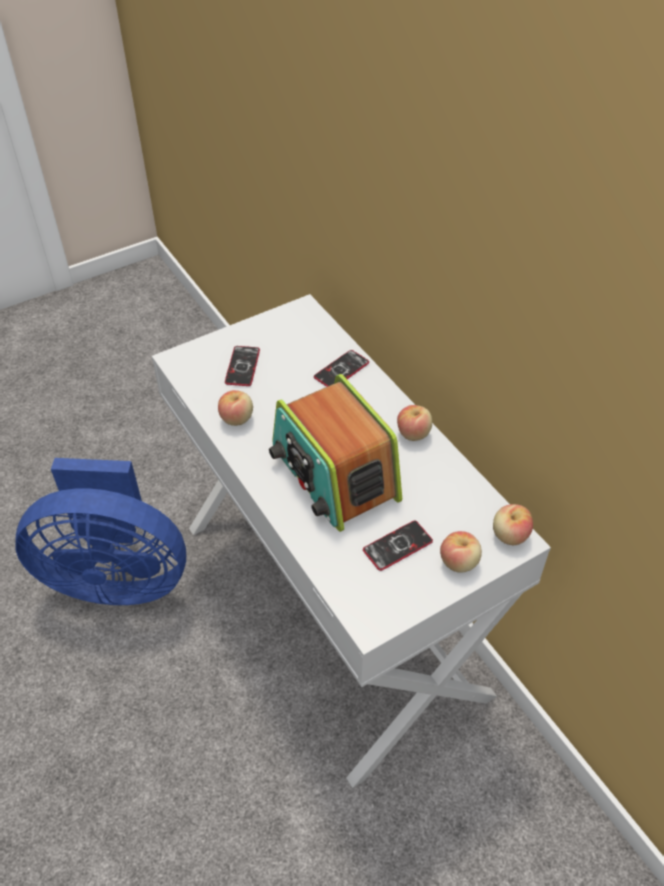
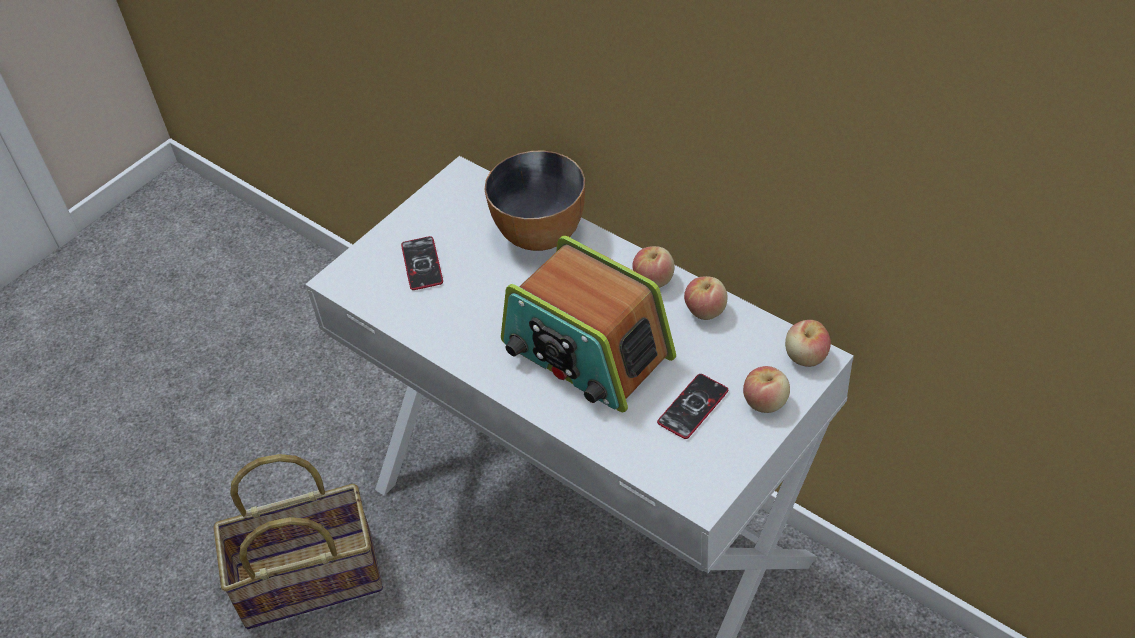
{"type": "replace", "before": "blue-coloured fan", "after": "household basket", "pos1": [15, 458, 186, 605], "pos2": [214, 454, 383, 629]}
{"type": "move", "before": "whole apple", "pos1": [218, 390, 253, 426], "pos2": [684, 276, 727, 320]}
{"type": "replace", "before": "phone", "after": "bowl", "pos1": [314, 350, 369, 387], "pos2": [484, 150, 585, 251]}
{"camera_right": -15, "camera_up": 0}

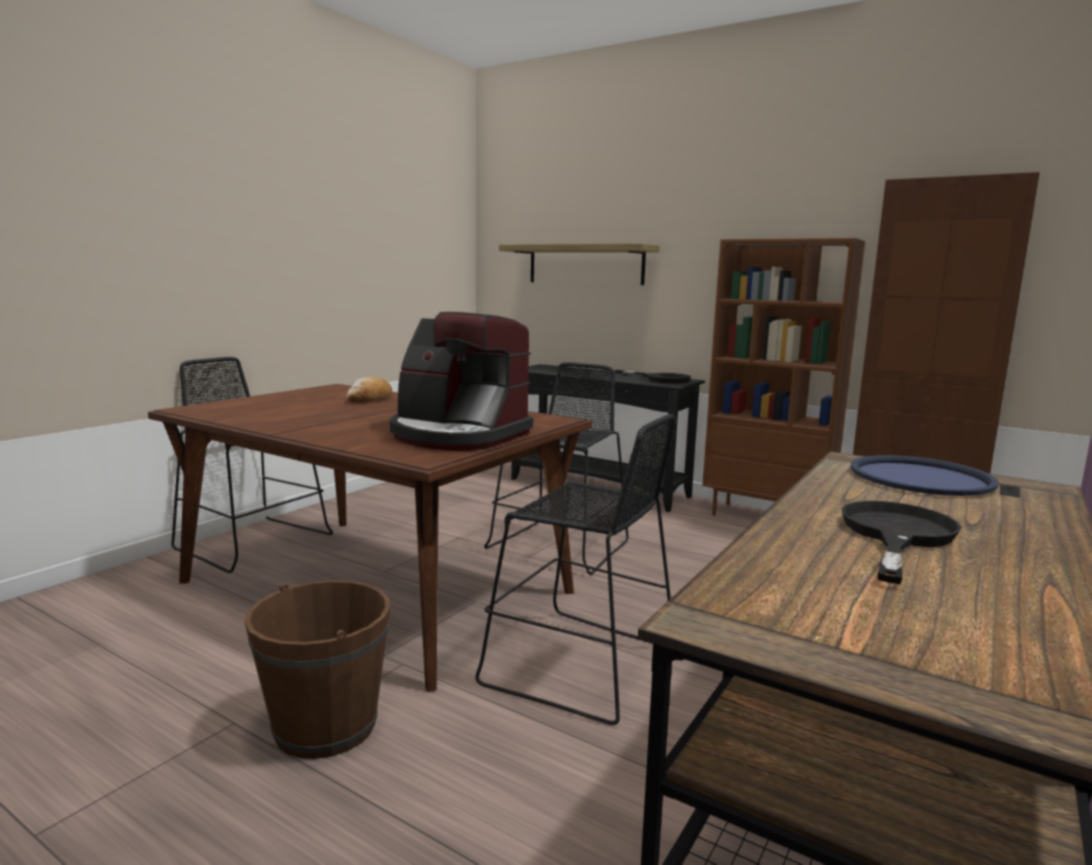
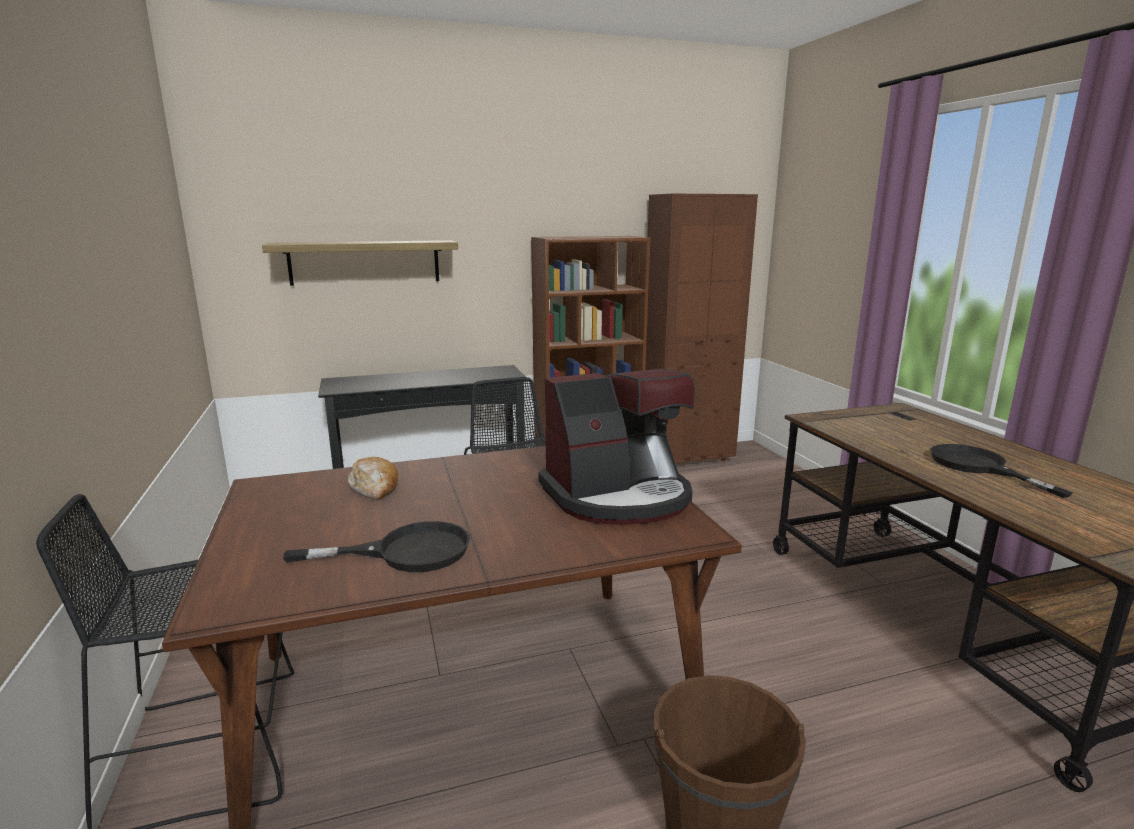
{"type": "delete", "before": "black-coloured sitting stool", "pos1": [475, 414, 675, 725]}
{"type": "move", "before": "black-coloured skillet", "pos1": [615, 370, 691, 384], "pos2": [283, 521, 470, 572]}
{"type": "delete", "before": "blue-coloured serving tray", "pos1": [851, 455, 999, 496]}
{"camera_right": -50, "camera_up": 5}

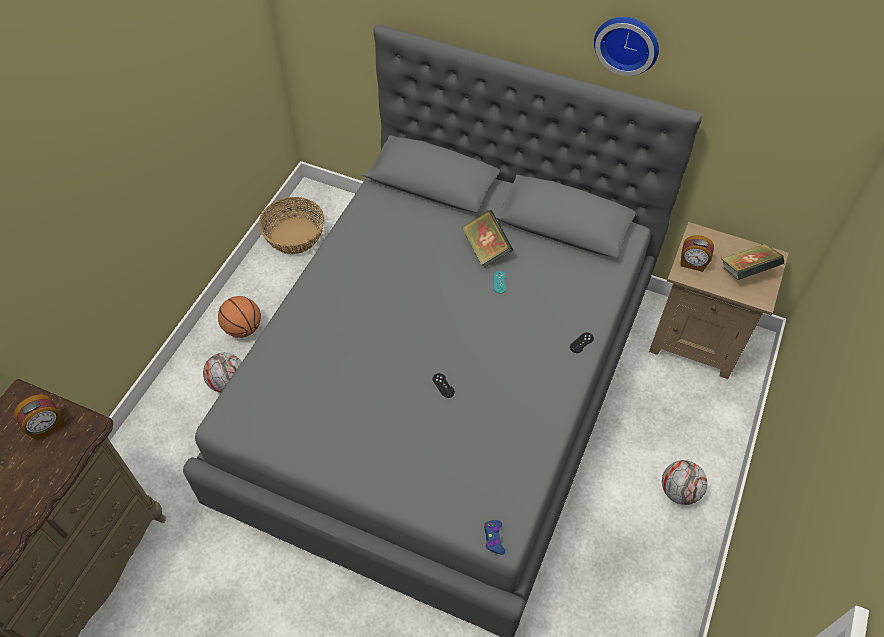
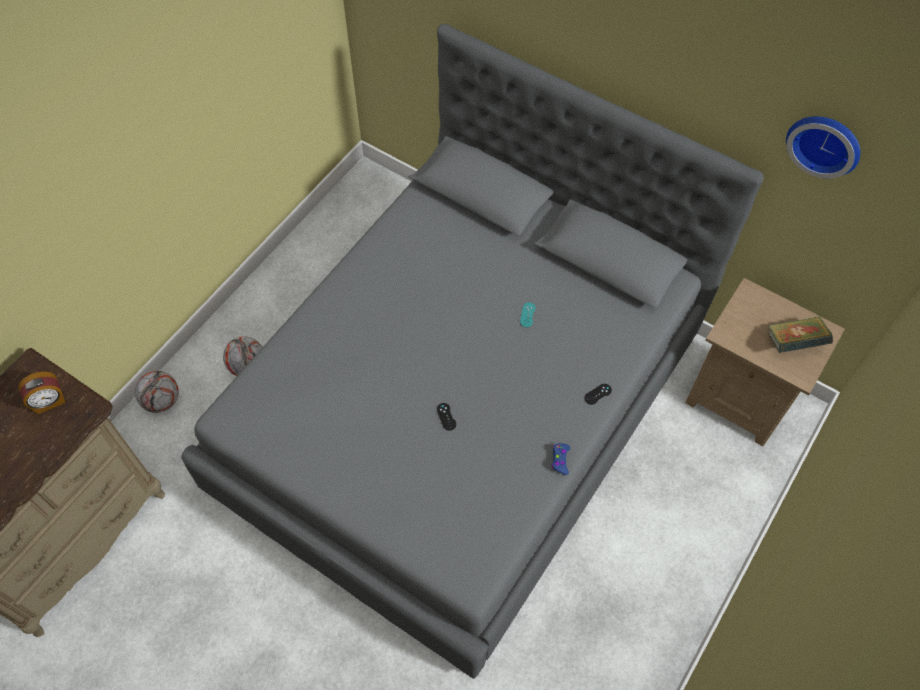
{"type": "delete", "before": "ball for basketball", "pos1": [218, 296, 261, 338]}
{"type": "delete", "before": "household basket", "pos1": [259, 197, 324, 254]}
{"type": "delete", "before": "book", "pos1": [462, 210, 513, 268]}
{"type": "move", "before": "blue-coloured game controller", "pos1": [484, 520, 505, 555], "pos2": [552, 443, 570, 475]}
{"type": "move", "before": "clock on the wall", "pos1": [594, 17, 659, 76], "pos2": [786, 116, 860, 179]}
{"type": "move", "before": "ball for football", "pos1": [662, 460, 707, 505], "pos2": [135, 371, 179, 413]}
{"type": "delete", "before": "alarm clock", "pos1": [680, 235, 714, 272]}
{"camera_right": 10, "camera_up": 5}

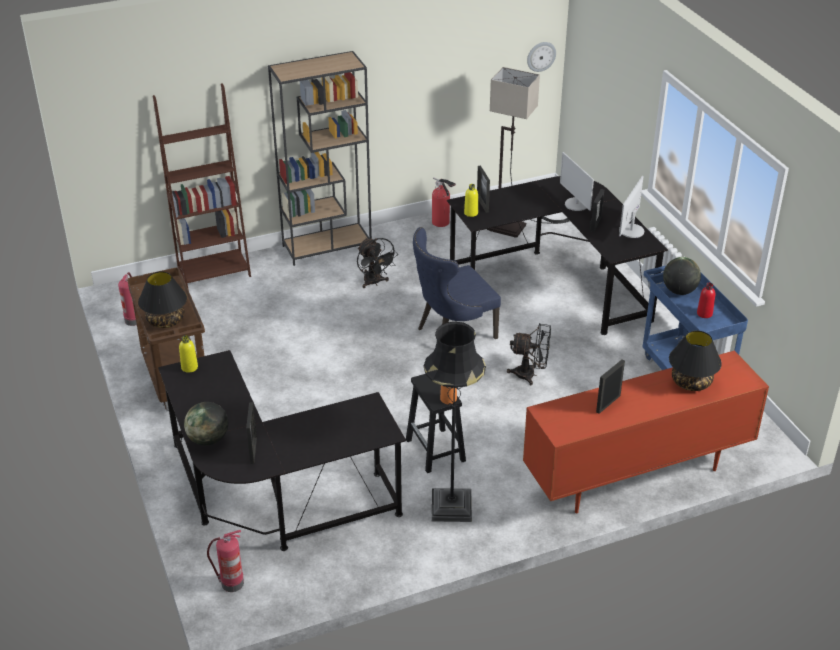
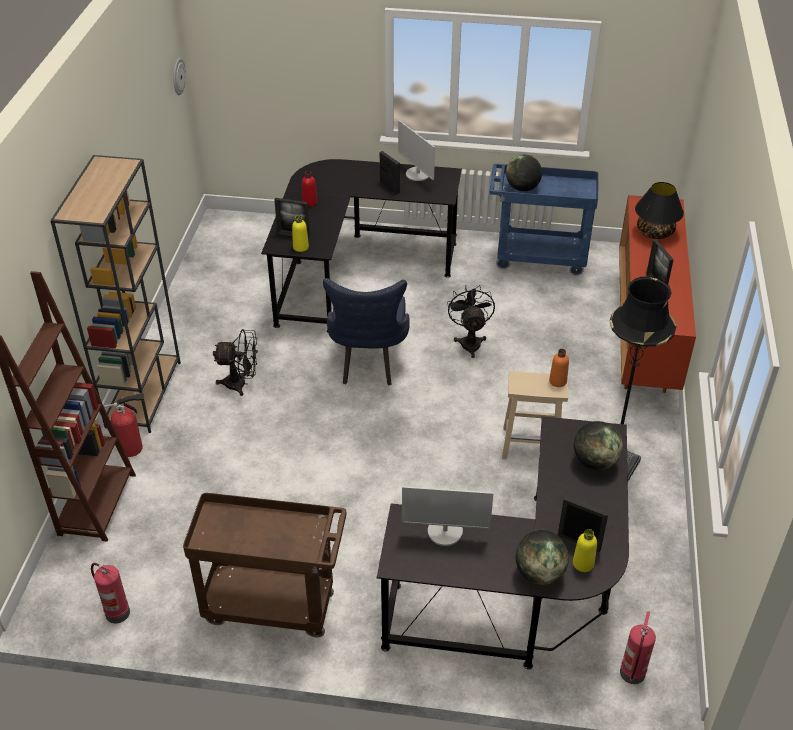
{"type": "delete", "before": "black-coloured tabletop lamp", "pos1": [138, 272, 187, 328]}
{"type": "move", "before": "yellow-coloured beverage bottle", "pos1": [179, 335, 198, 373], "pos2": [573, 529, 597, 572]}
{"type": "recolor", "before": "black-coloured sitting stool", "after": "beige sitting stool", "pos1": [406, 374, 466, 473], "pos2": [502, 371, 568, 459]}
{"type": "move", "before": "extinguisher", "pos1": [432, 177, 456, 227], "pos2": [104, 393, 144, 457]}
{"type": "delete", "before": "standard lamp", "pos1": [487, 67, 570, 238]}
{"type": "rotate", "before": "black-coloured fan", "pos1": [507, 323, 551, 385], "pos2": [447, 285, 495, 358], "turn": -45}
{"type": "move", "before": "monitor", "pos1": [560, 152, 594, 211], "pos2": [402, 486, 493, 546]}
{"type": "move", "before": "red-coloured beverage bottle", "pos1": [697, 283, 715, 318], "pos2": [302, 171, 317, 207]}
{"type": "insert", "after": "globe", "pos2": [574, 421, 623, 470]}
{"camera_right": -60, "camera_up": 5}

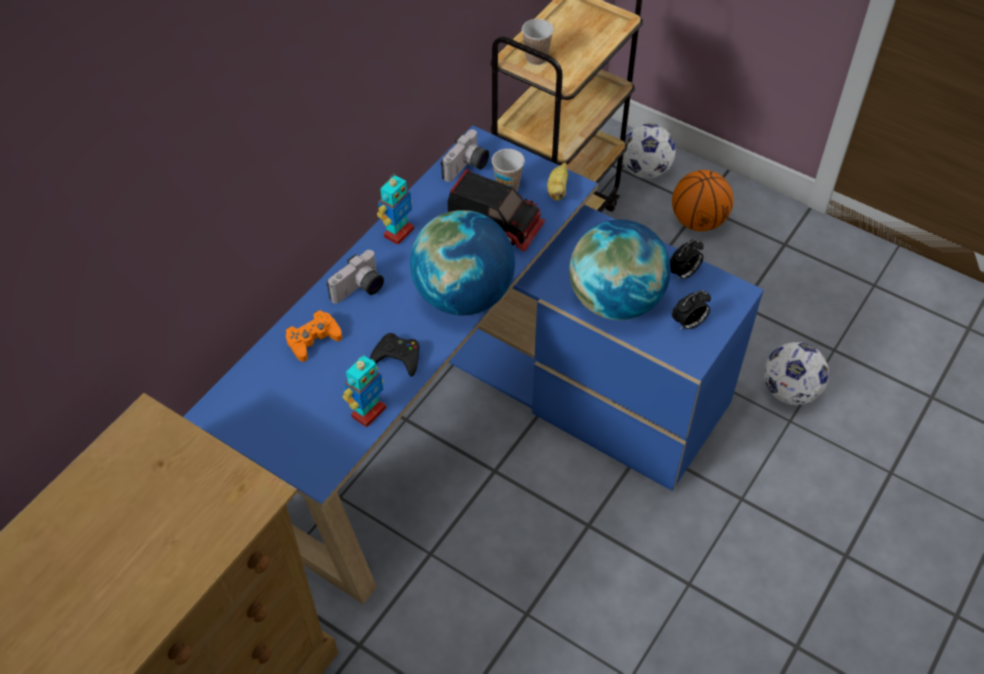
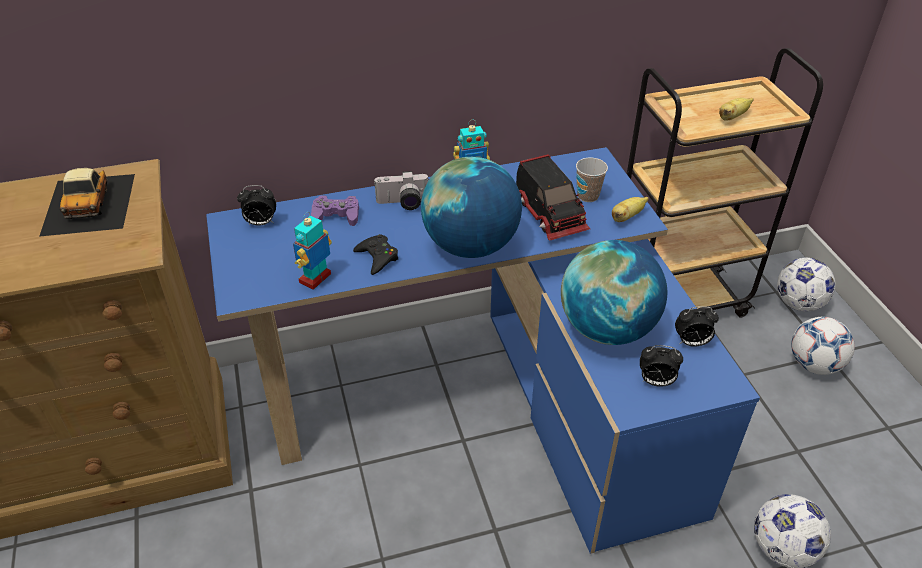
{"type": "recolor", "before": "orange-coloured game controller", "after": "purple-coloured game controller", "pos1": [286, 310, 342, 362], "pos2": [311, 195, 359, 226]}
{"type": "rotate", "before": "toy robot", "pos1": [342, 355, 386, 427], "pos2": [293, 212, 332, 290], "turn": 135}
{"type": "delete", "before": "photo camera", "pos1": [441, 129, 489, 182]}
{"type": "delete", "before": "cup", "pos1": [522, 19, 554, 65]}
{"type": "replace", "before": "ball for basketball", "after": "ball for football", "pos1": [672, 170, 734, 231], "pos2": [791, 317, 855, 375]}
{"type": "insert", "after": "toy car", "pos2": [39, 168, 135, 237]}
{"type": "insert", "after": "alarm clock", "pos2": [237, 185, 276, 226]}
{"type": "insert", "after": "banana", "pos2": [719, 98, 754, 121]}
{"camera_right": 40, "camera_up": -10}

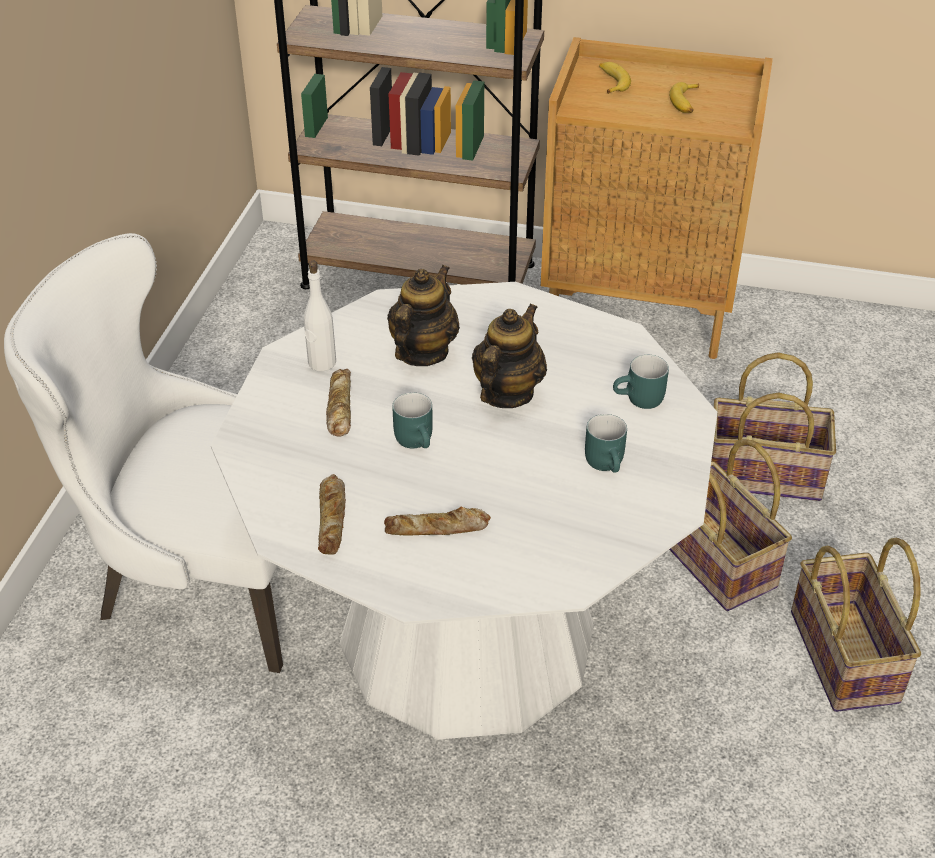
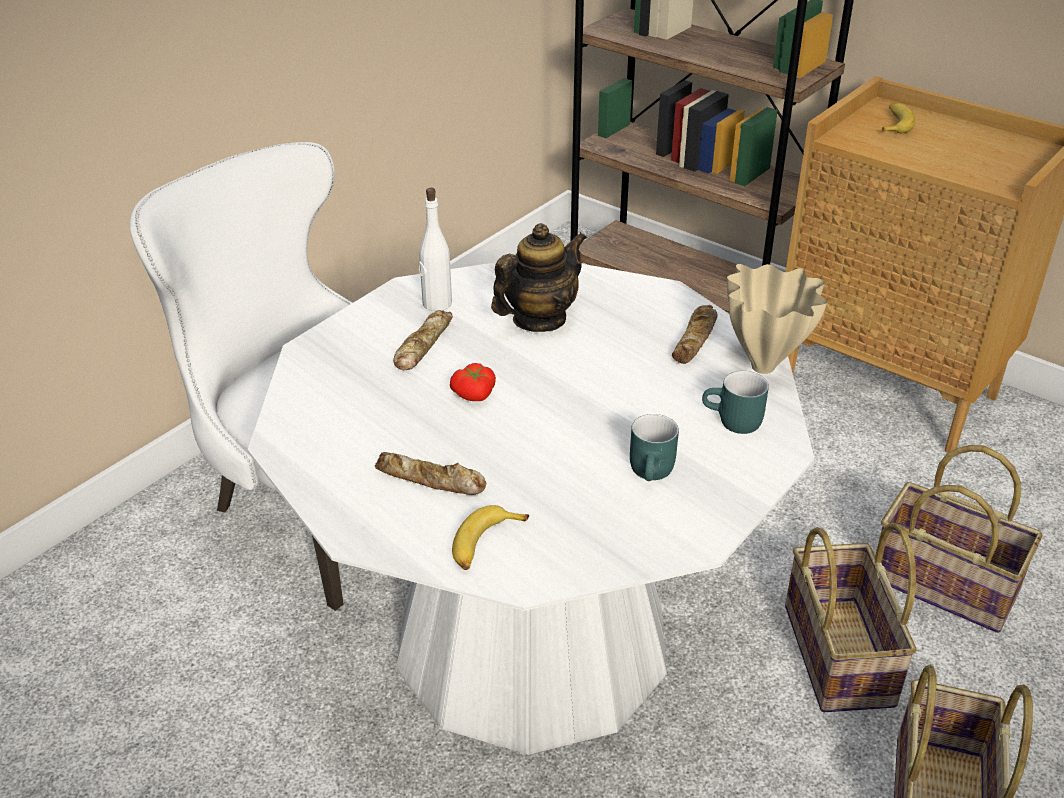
{"type": "move", "before": "baked bread", "pos1": [318, 474, 346, 555], "pos2": [672, 305, 718, 364]}
{"type": "replace", "before": "turquoise coffee mug", "after": "tomato", "pos1": [392, 392, 433, 448], "pos2": [450, 363, 496, 401]}
{"type": "delete", "before": "pot for tea", "pos1": [472, 303, 547, 408]}
{"type": "move", "before": "banana", "pos1": [669, 82, 699, 113], "pos2": [452, 505, 529, 570]}
{"type": "insert", "after": "beige decorative vase", "pos2": [727, 264, 827, 374]}
{"camera_right": 25, "camera_up": -5}

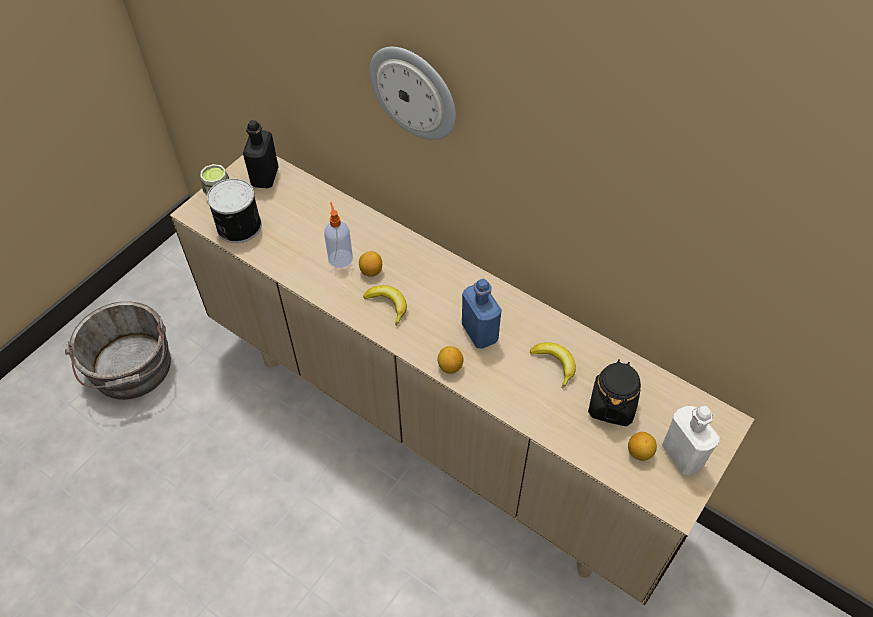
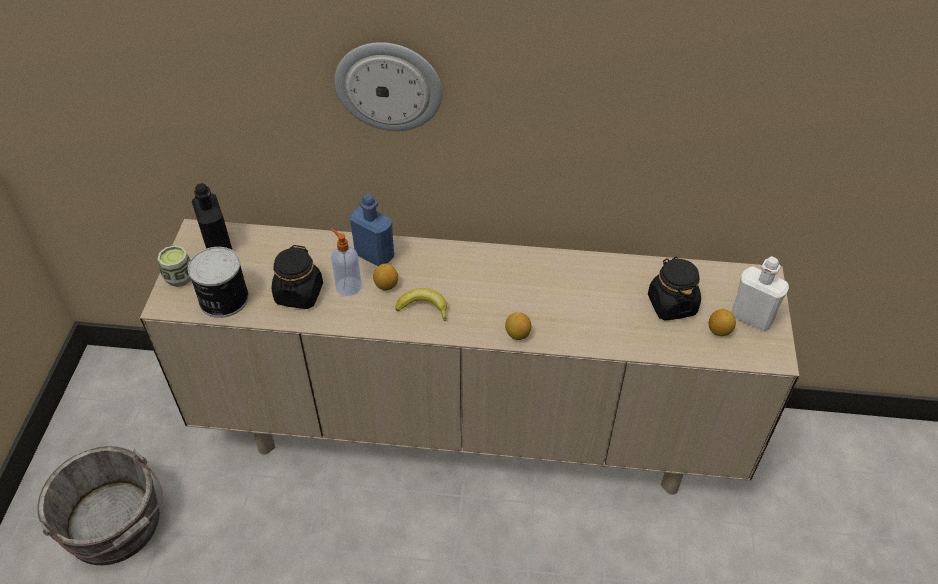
{"type": "move", "before": "blue-coloured beverage bottle", "pos1": [462, 279, 502, 348], "pos2": [350, 194, 394, 266]}
{"type": "delete", "before": "banana", "pos1": [530, 342, 576, 388]}
{"type": "insert", "after": "black-coloured storage jar", "pos2": [272, 245, 323, 309]}
{"camera_right": -30, "camera_up": -5}

